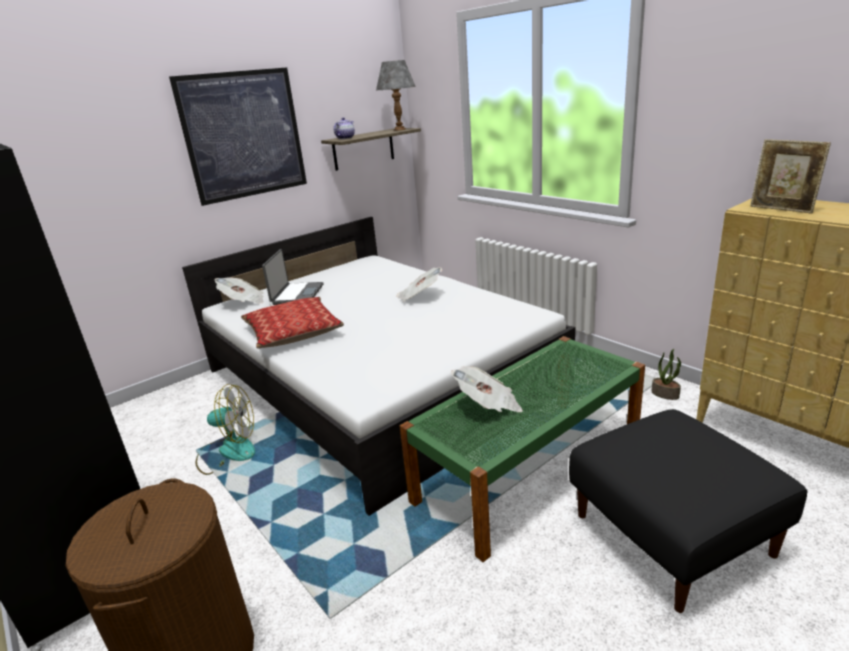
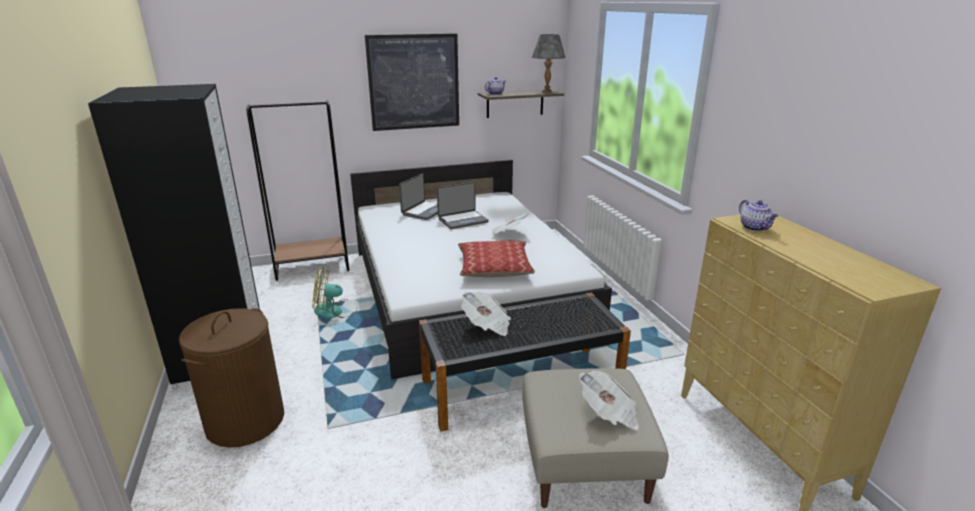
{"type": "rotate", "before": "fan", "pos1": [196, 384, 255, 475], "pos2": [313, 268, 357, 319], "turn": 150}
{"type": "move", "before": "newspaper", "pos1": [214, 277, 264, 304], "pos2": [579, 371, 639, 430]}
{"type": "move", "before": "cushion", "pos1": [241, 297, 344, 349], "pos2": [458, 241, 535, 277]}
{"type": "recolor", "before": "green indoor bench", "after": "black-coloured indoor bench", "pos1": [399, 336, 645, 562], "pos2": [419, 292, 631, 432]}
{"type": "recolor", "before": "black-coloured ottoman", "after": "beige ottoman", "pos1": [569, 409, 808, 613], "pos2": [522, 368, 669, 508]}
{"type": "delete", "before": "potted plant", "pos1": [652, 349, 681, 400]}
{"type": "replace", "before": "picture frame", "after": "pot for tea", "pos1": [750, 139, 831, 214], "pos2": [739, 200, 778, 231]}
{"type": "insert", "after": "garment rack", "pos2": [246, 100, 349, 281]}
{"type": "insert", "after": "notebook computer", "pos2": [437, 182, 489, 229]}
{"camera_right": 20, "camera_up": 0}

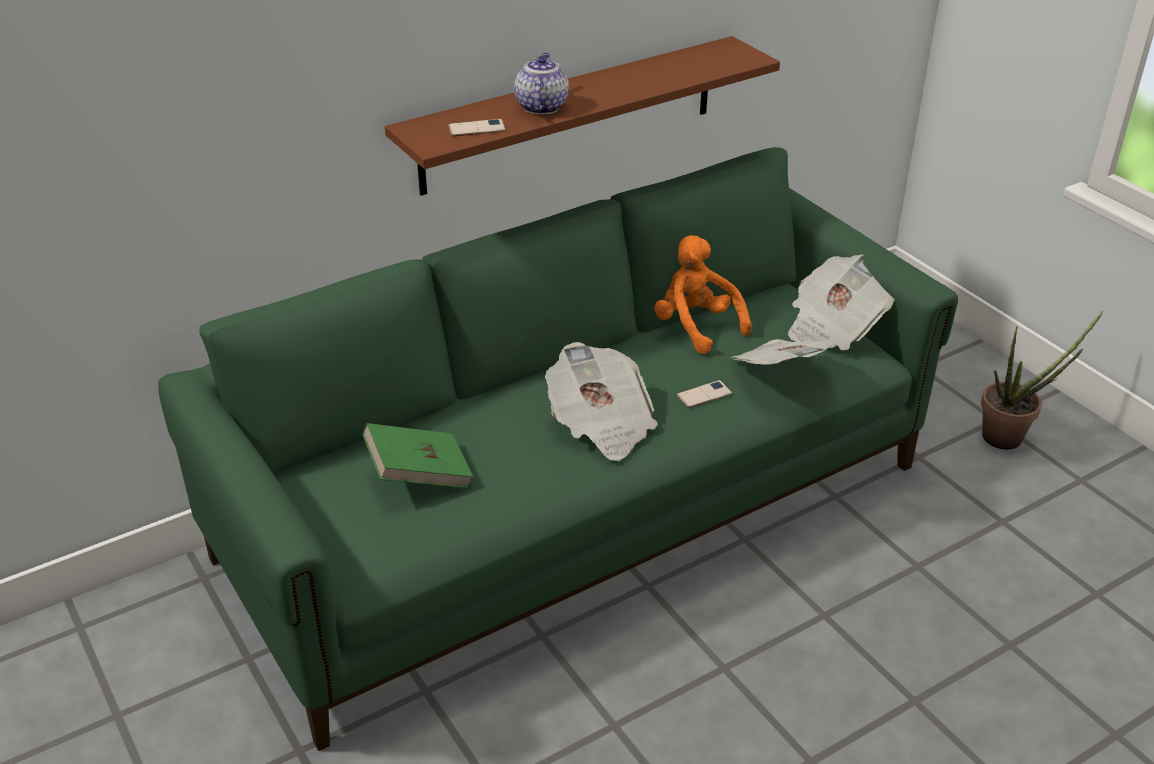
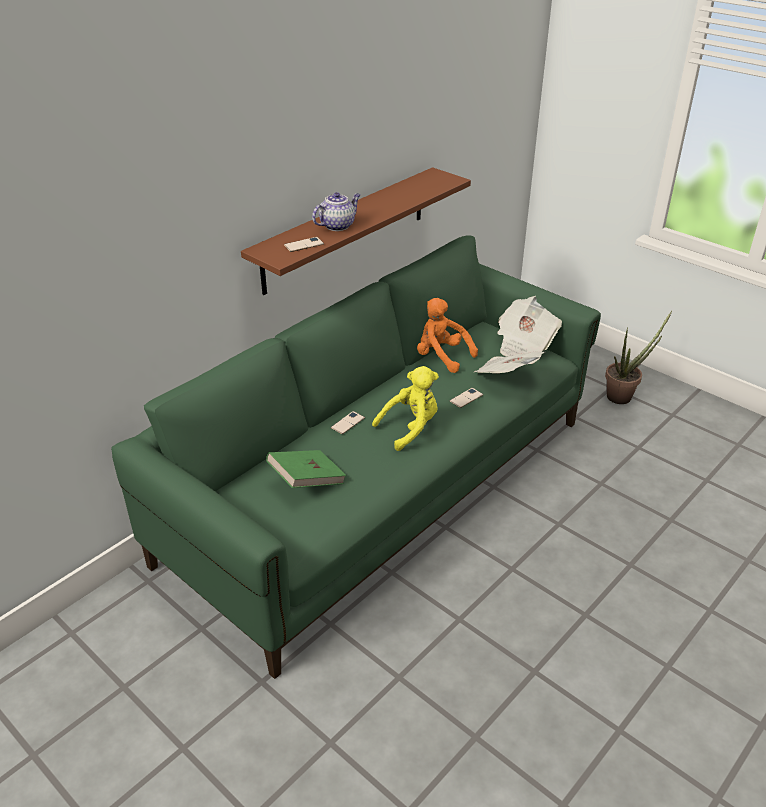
{"type": "rotate", "before": "pot for tea", "pos1": [514, 53, 569, 114], "pos2": [312, 192, 361, 231], "turn": 60}
{"type": "replace", "before": "newspaper", "after": "yellow-coloured plush toy", "pos1": [545, 342, 658, 461], "pos2": [372, 366, 439, 451]}
{"type": "insert", "after": "phone", "pos2": [331, 411, 365, 434]}
{"camera_right": -15, "camera_up": 0}

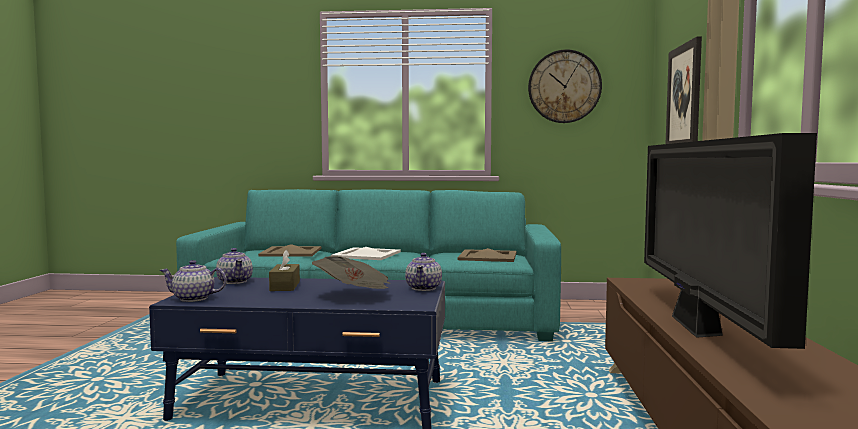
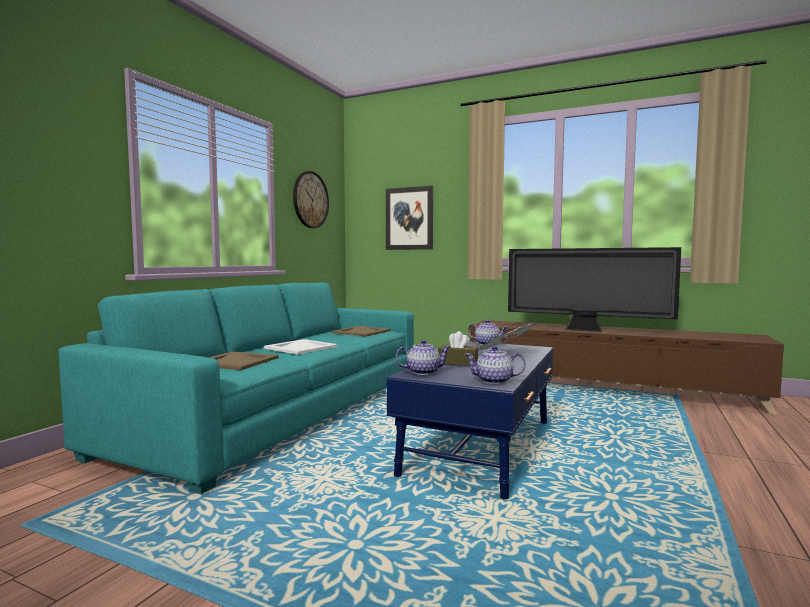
{"type": "rotate", "before": "pot for tea", "pos1": [160, 260, 227, 302], "pos2": [464, 346, 526, 384], "turn": 75}
{"camera_right": -70, "camera_up": 0}

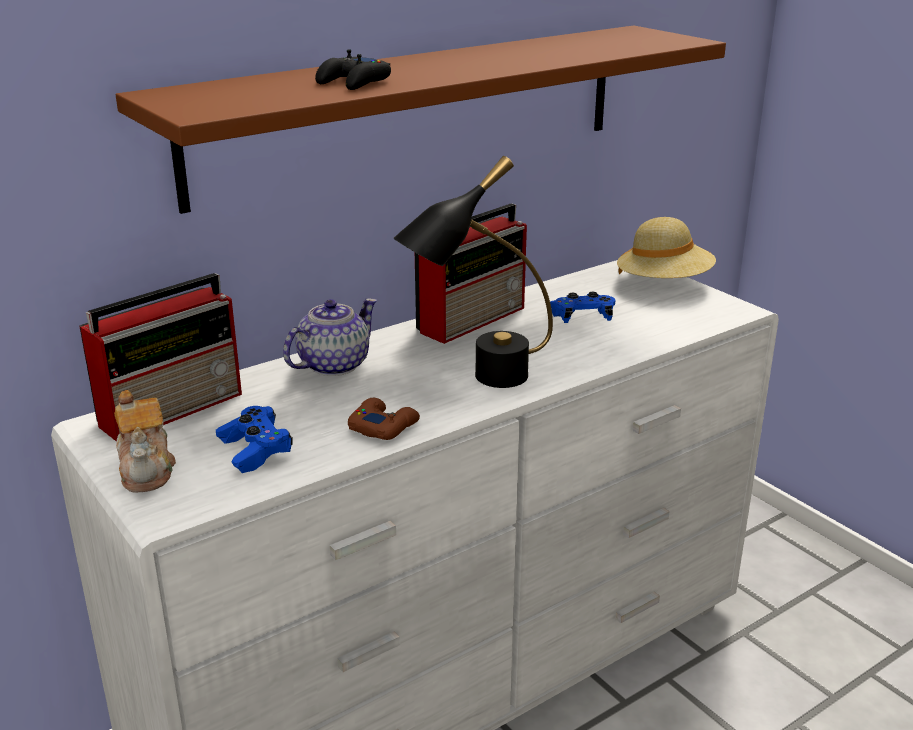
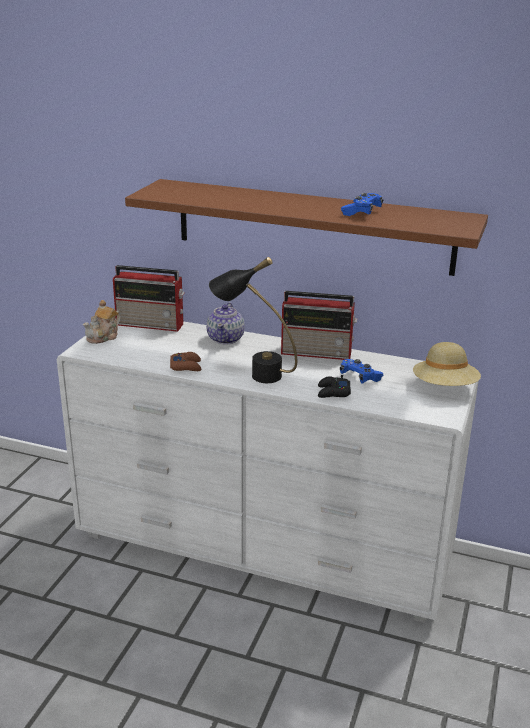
{"type": "move", "before": "blue-coloured game controller", "pos1": [216, 406, 293, 473], "pos2": [341, 193, 384, 216]}
{"type": "rotate", "before": "pot for tea", "pos1": [283, 298, 377, 376], "pos2": [206, 302, 245, 344], "turn": 90}
{"type": "move", "before": "black-coloured game controller", "pos1": [315, 50, 391, 90], "pos2": [318, 375, 351, 398]}
{"camera_right": 55, "camera_up": 0}

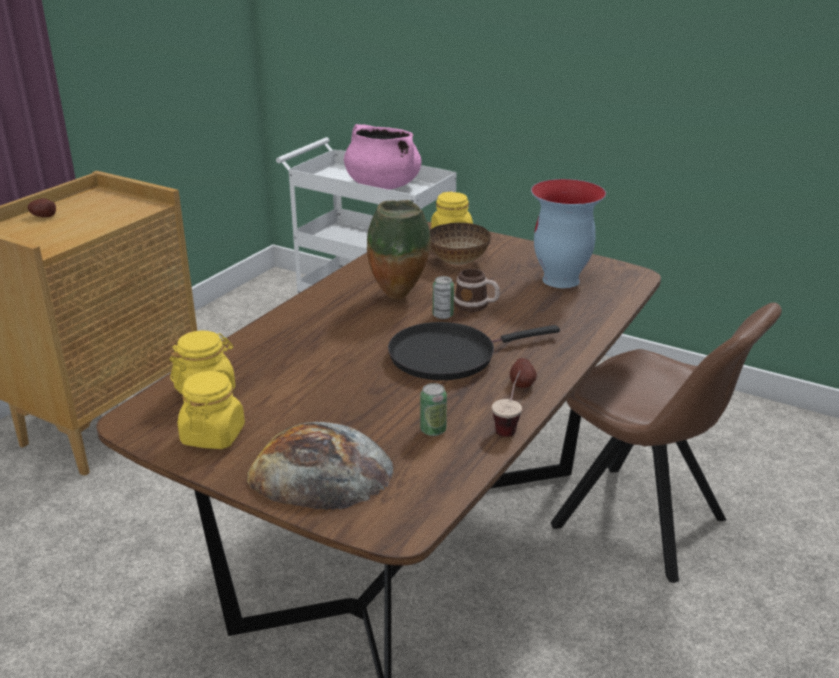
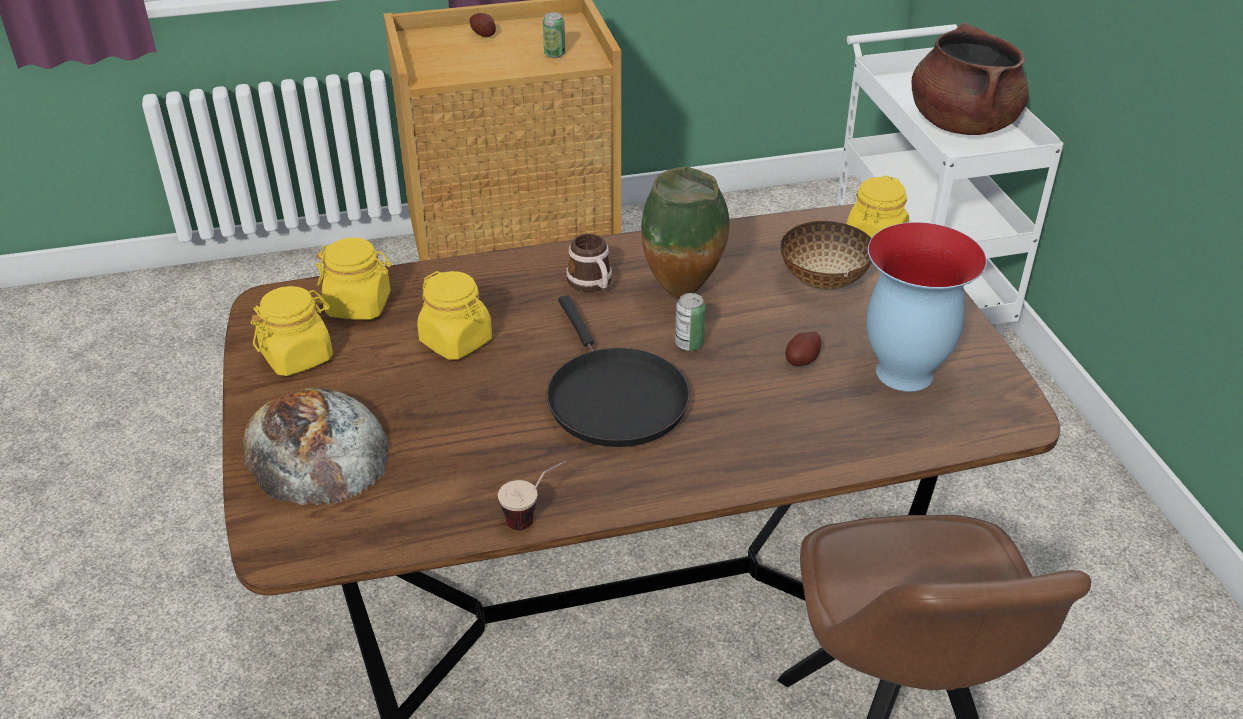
{"type": "recolor", "before": "pink-coloured stockpot", "after": "brownish stockpot", "pos1": [344, 124, 421, 190], "pos2": [912, 22, 1029, 135]}
{"type": "rotate", "before": "black-coloured skillet", "pos1": [388, 322, 560, 380], "pos2": [547, 295, 690, 447], "turn": -135}
{"type": "move", "before": "metal can", "pos1": [420, 383, 447, 436], "pos2": [543, 12, 565, 58]}
{"type": "move", "before": "coffee mug", "pos1": [454, 269, 500, 312], "pos2": [566, 234, 612, 292]}
{"type": "move", "before": "potato", "pos1": [510, 358, 537, 388], "pos2": [786, 331, 822, 366]}
{"type": "insert", "after": "yellow-coloured storage jar", "pos2": [417, 271, 492, 360]}
{"camera_right": 45, "camera_up": 10}

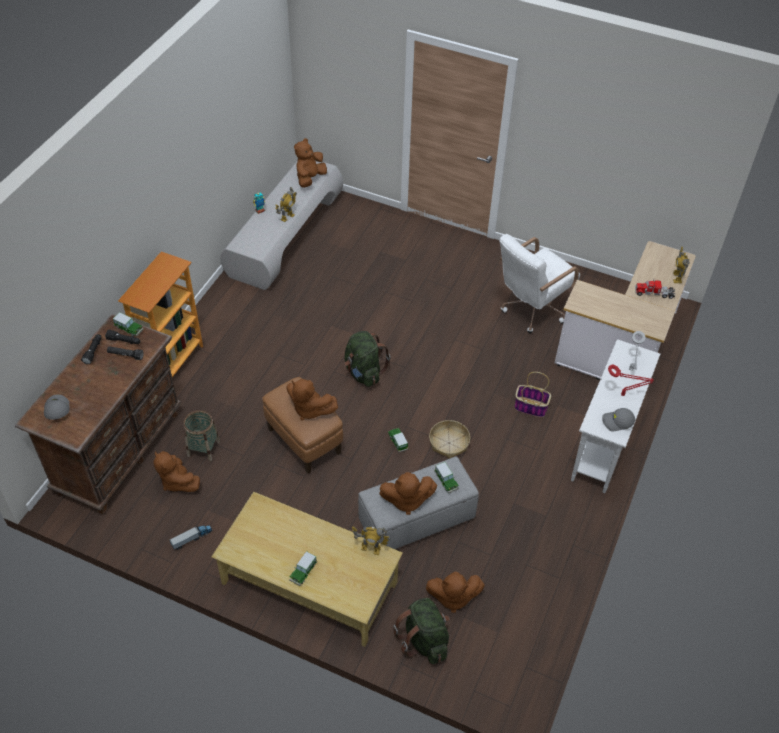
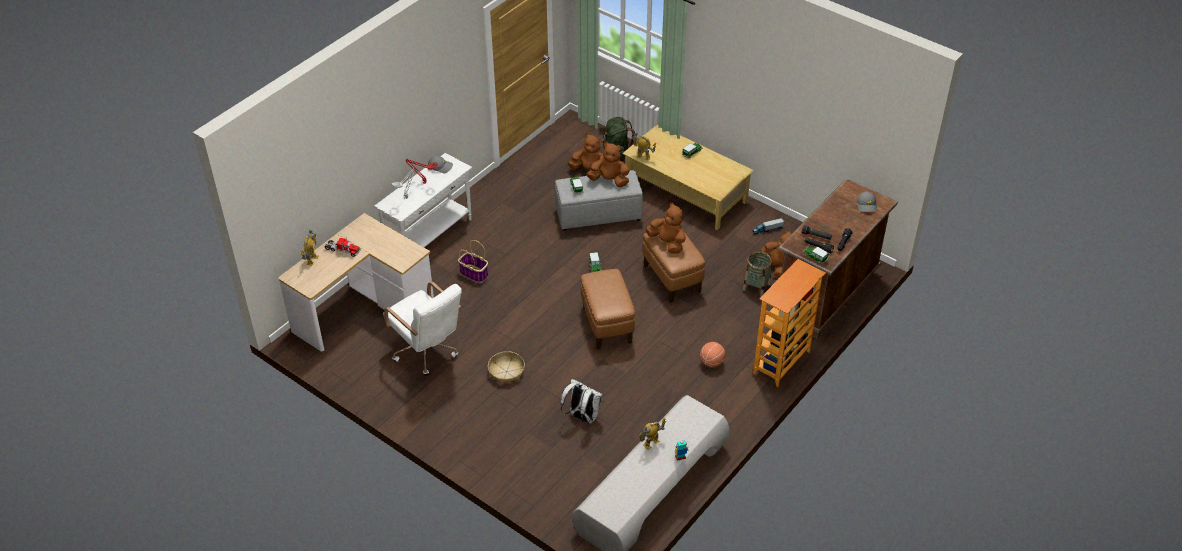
{"type": "delete", "before": "brownish plush toy", "pos1": [294, 138, 327, 188]}
{"type": "replace", "before": "green rucksack", "after": "brownish ottoman", "pos1": [344, 331, 391, 387], "pos2": [581, 269, 635, 350]}
{"type": "move", "before": "household basket", "pos1": [429, 420, 470, 458], "pos2": [488, 351, 525, 384]}
{"type": "rotate", "before": "white computer chair", "pos1": [499, 234, 580, 333], "pos2": [383, 281, 462, 376], "turn": 75}
{"type": "insert", "after": "white rucksack", "pos2": [561, 379, 604, 424]}
{"type": "insert", "after": "ball for basketball", "pos2": [700, 342, 726, 368]}
{"camera_right": -165, "camera_up": -5}

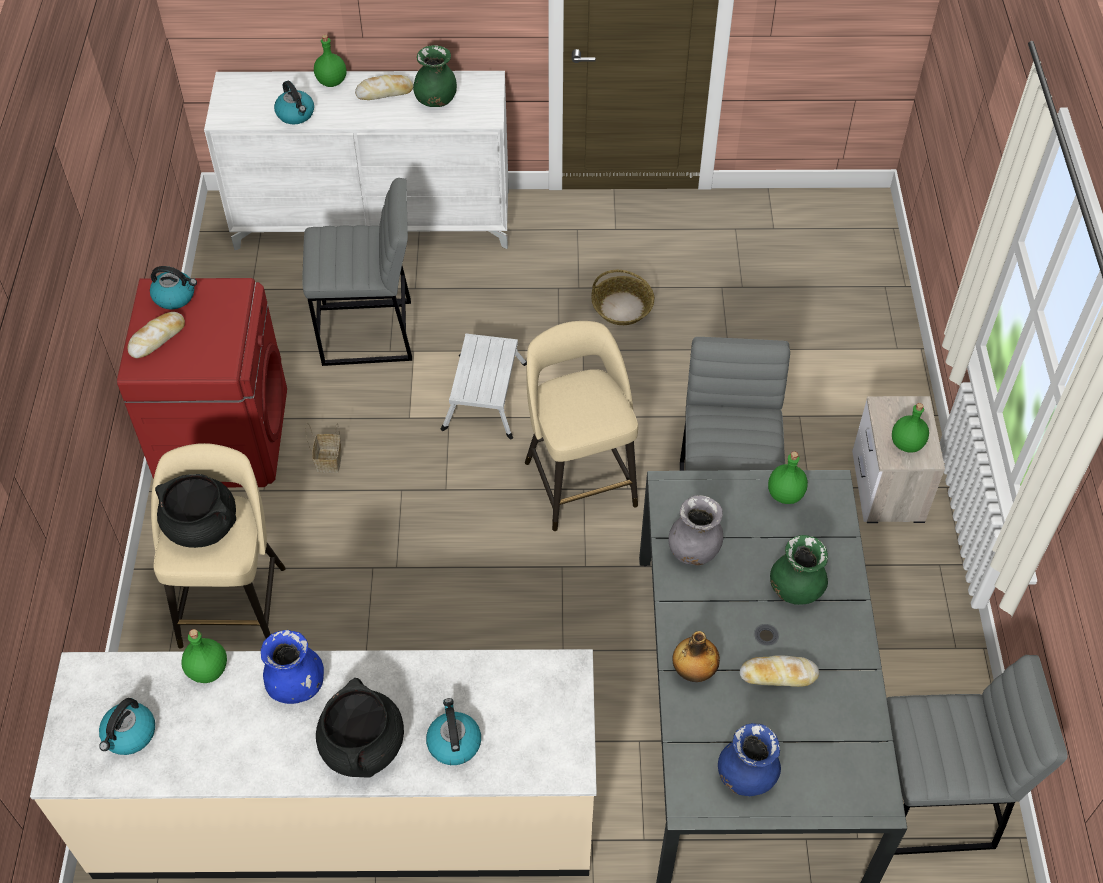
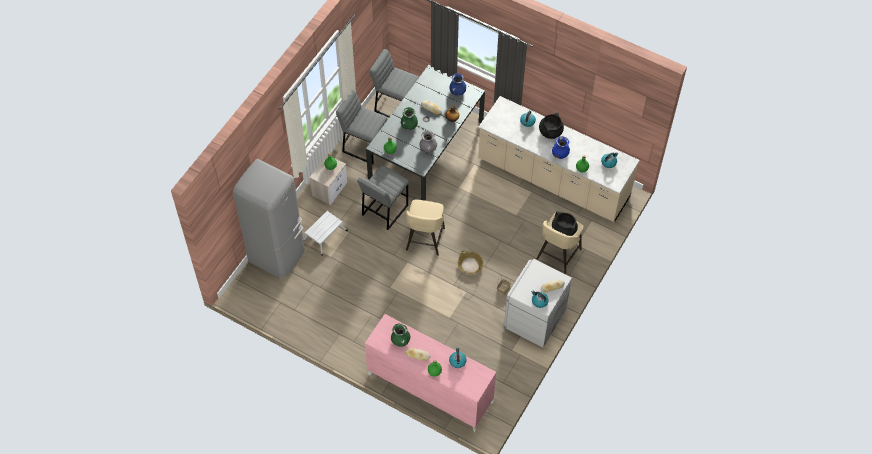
{"type": "recolor", "before": "red-coloured washing machine", "after": "white washing machine", "pos1": [117, 278, 287, 487], "pos2": [504, 259, 572, 348]}
{"type": "recolor", "before": "white drawer chest", "after": "pink-coloured drawer chest", "pos1": [204, 71, 509, 250], "pos2": [365, 314, 496, 432]}
{"type": "move", "before": "greyish plain chair", "pos1": [302, 178, 412, 366], "pos2": [336, 90, 387, 165]}
{"type": "move", "before": "white stepladder", "pos1": [441, 333, 527, 440], "pos2": [303, 211, 348, 256]}
{"type": "move", "before": "household basket", "pos1": [591, 270, 655, 325], "pos2": [458, 250, 483, 274]}
{"type": "insert", "after": "greyish kitchen fridge", "pos2": [233, 159, 305, 278]}
{"camera_right": -150, "camera_up": 5}

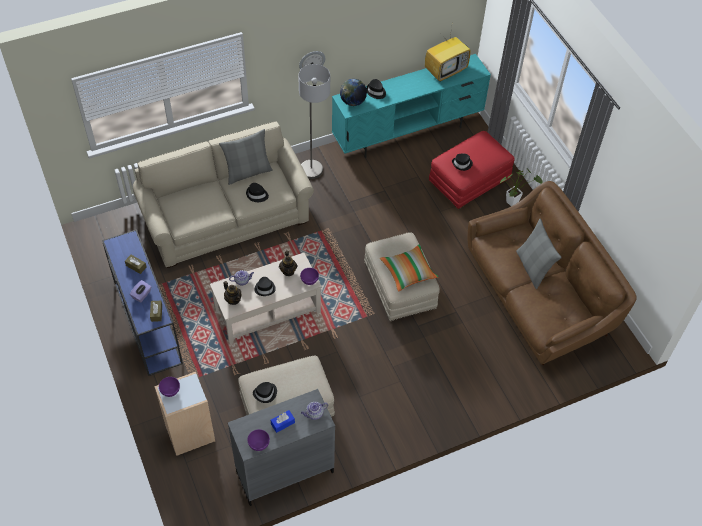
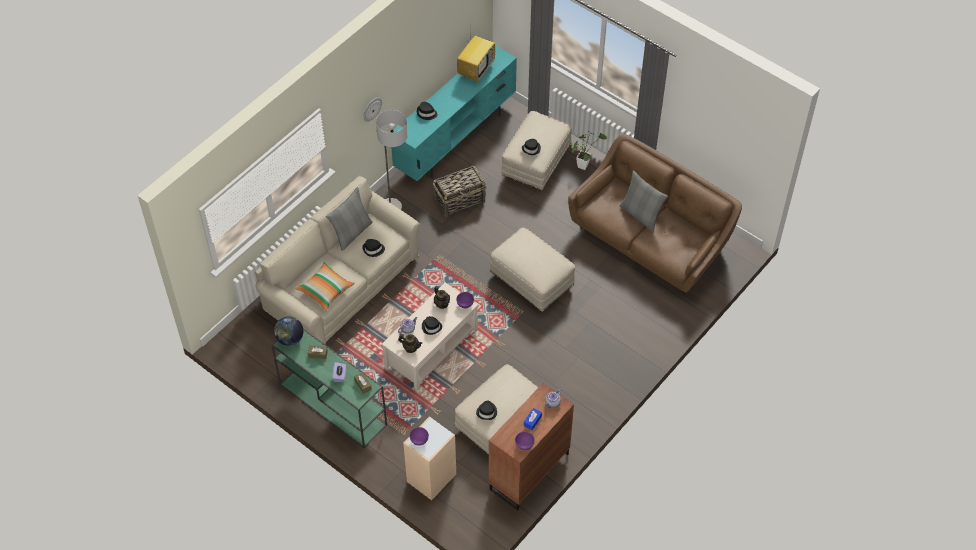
{"type": "recolor", "before": "blue-coloured console table", "after": "green console table", "pos1": [102, 229, 183, 376], "pos2": [271, 329, 387, 448]}
{"type": "recolor", "before": "greyish drawer chest", "after": "brownish drawer chest", "pos1": [228, 389, 335, 506], "pos2": [489, 383, 574, 510]}
{"type": "move", "before": "globe", "pos1": [340, 79, 367, 106], "pos2": [274, 317, 304, 346]}
{"type": "move", "before": "cushion", "pos1": [380, 244, 438, 292], "pos2": [295, 262, 355, 310]}
{"type": "recolor", "before": "red-coloured ottoman", "after": "beige ottoman", "pos1": [429, 131, 515, 209], "pos2": [501, 111, 572, 191]}
{"type": "insert", "after": "household basket", "pos2": [433, 166, 486, 217]}
{"camera_right": -25, "camera_up": 0}

